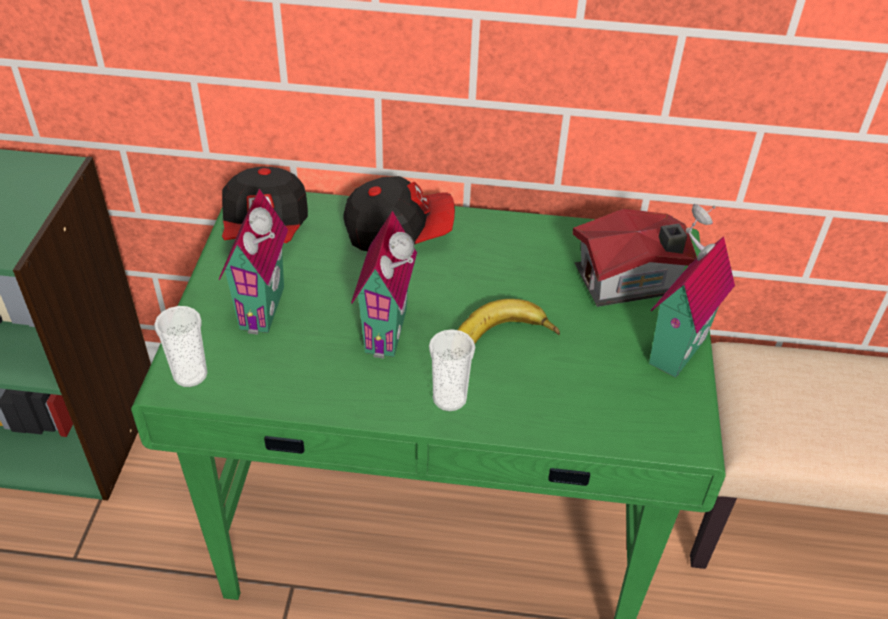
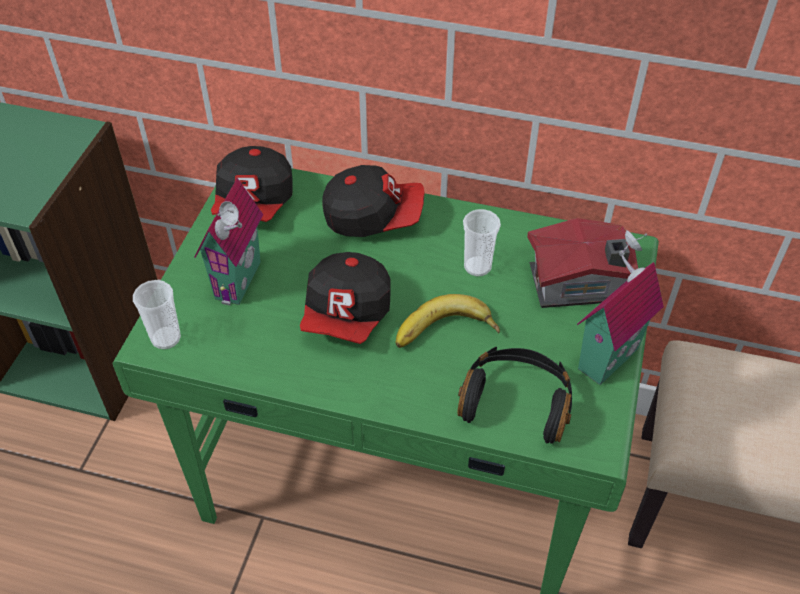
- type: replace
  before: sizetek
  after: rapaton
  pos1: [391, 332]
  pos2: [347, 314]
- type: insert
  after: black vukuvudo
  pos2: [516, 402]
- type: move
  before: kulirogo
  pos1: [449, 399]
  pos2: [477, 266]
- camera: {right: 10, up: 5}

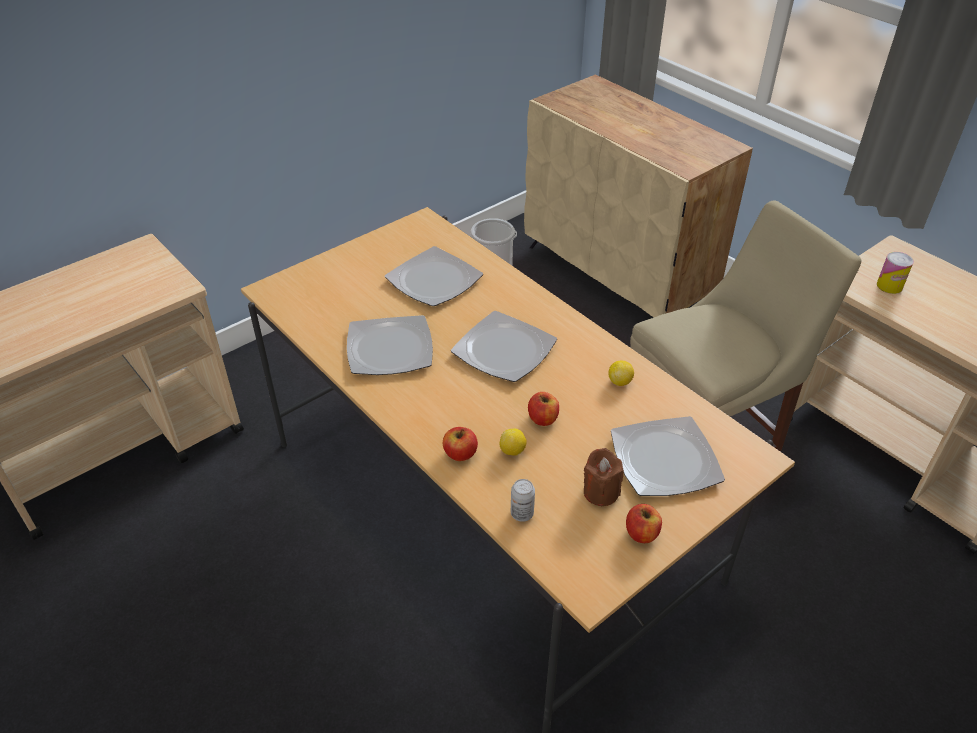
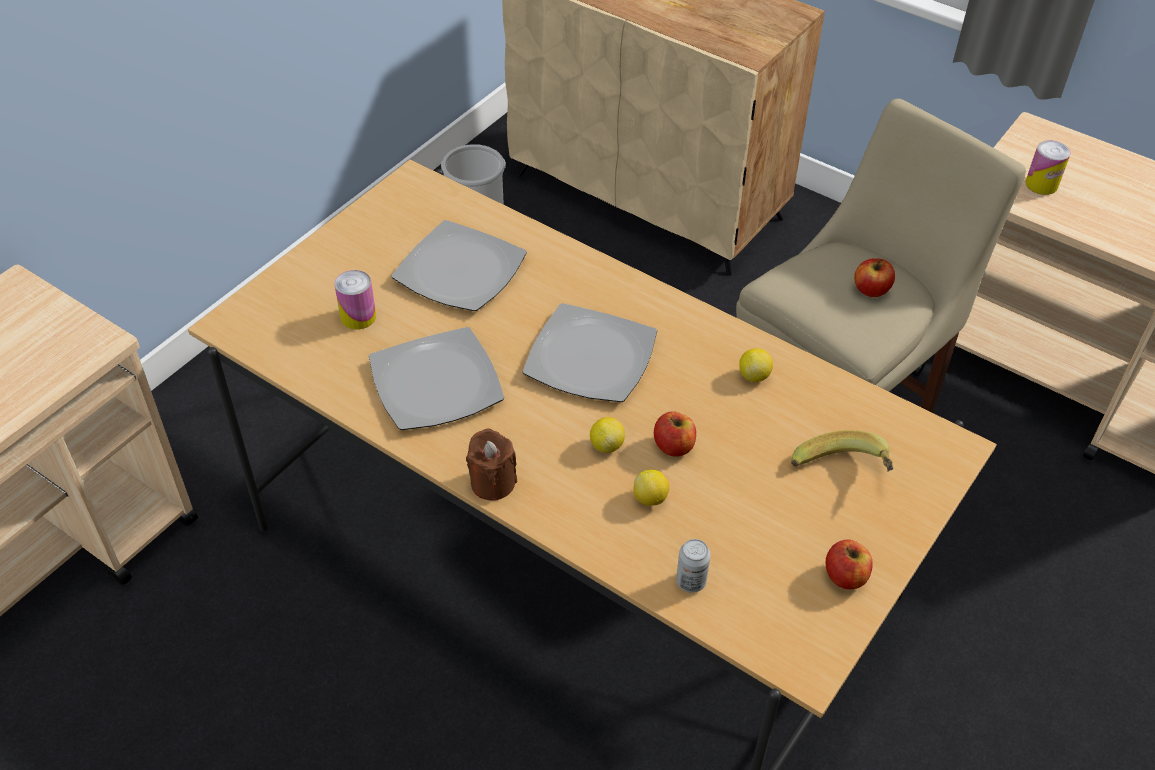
- type: insert
  after: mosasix
  pos2: [358, 317]
- type: move
  before: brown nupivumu
  pos1: [600, 492]
  pos2: [492, 483]
- type: insert
  after: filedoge
  pos2: [606, 445]
- type: replace
  before: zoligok
  after: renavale
  pos1: [664, 460]
  pos2: [842, 473]
- type: move
  before: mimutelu
  pos1: [460, 454]
  pos2: [871, 290]
- camera: {right: -15, up: 5}

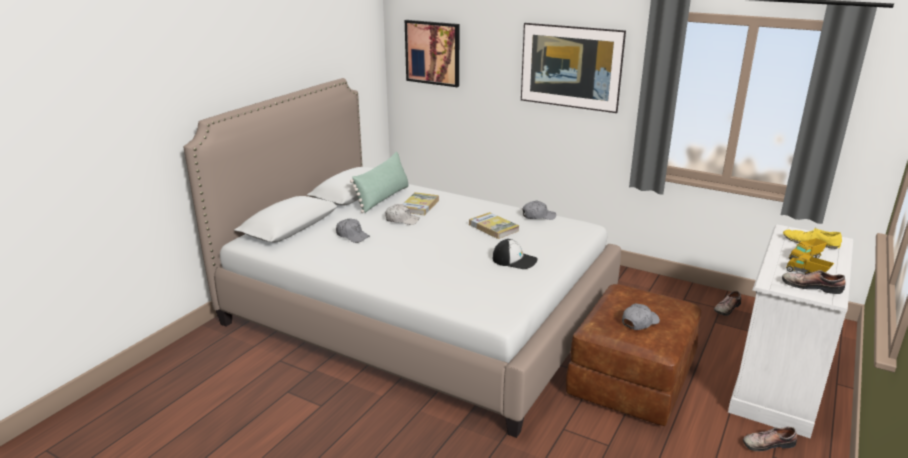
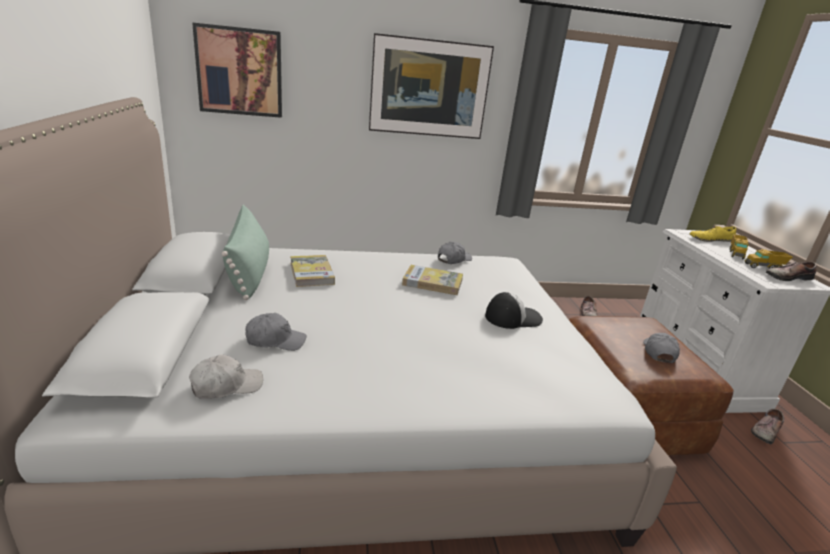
- type: move
  before: white rapaton
  pos1: [402, 220]
  pos2: [226, 385]
- camera: {right: -40, up: 0}

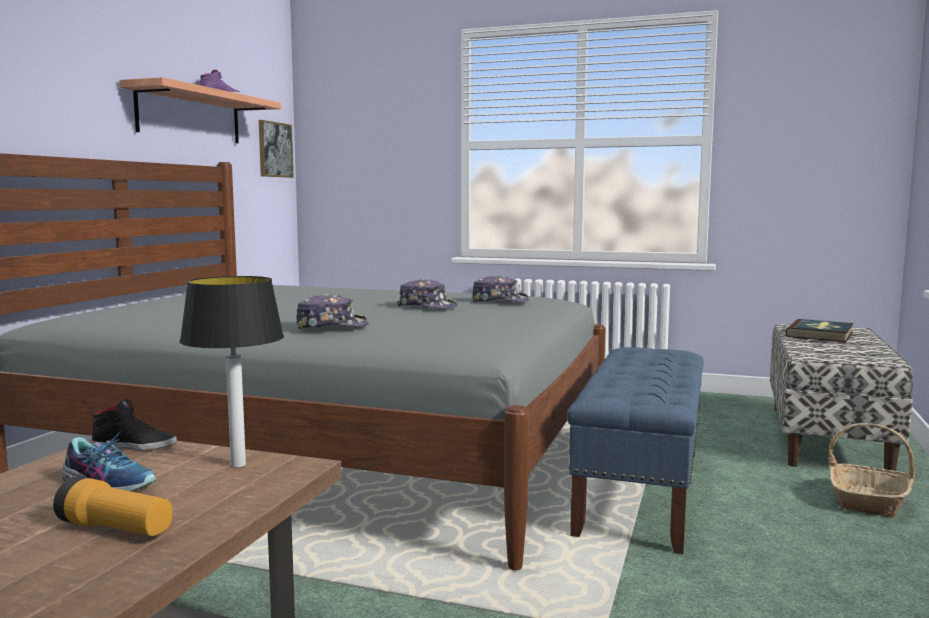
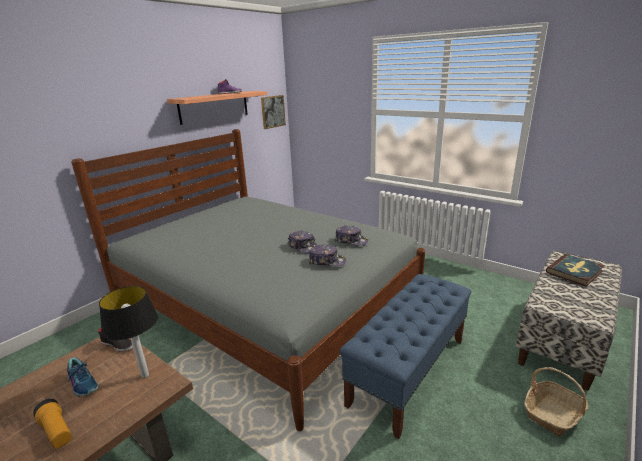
- type: move
  before: rapaton
  pos1: [332, 326]
  pos2: [327, 261]
- camera: {right: 20, up: 15}

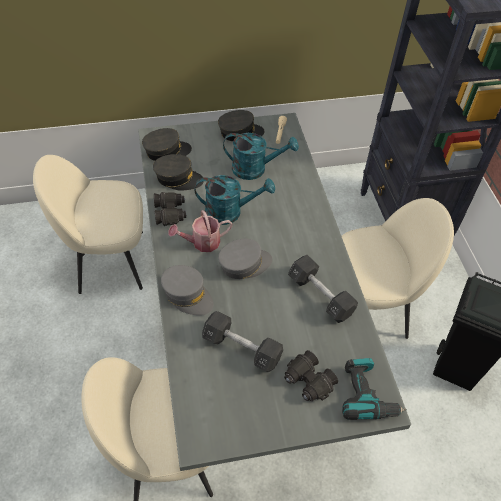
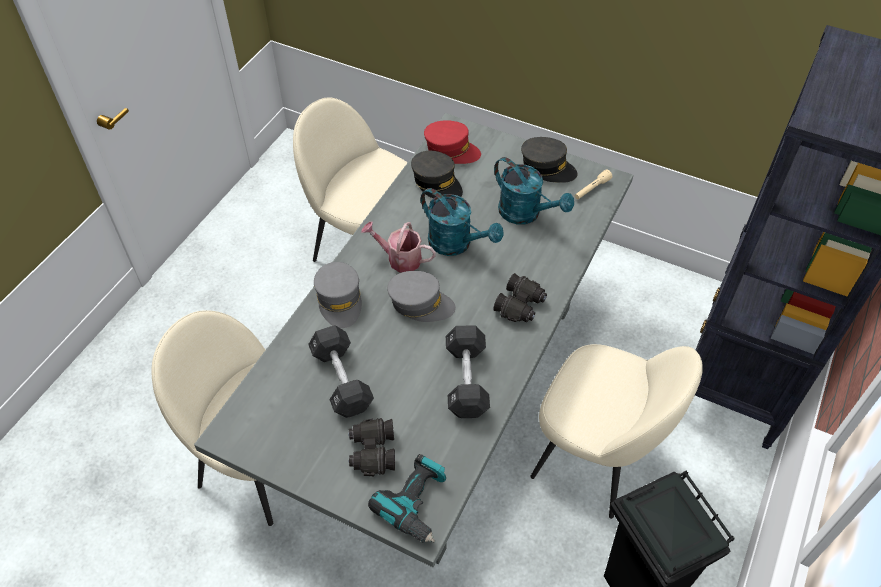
- type: recolor
  before: grey rapaton
  after: red rapaton
  pos1: [167, 151]
  pos2: [451, 149]
- type: move
  before: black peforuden
  pos1: [170, 213]
  pos2: [520, 305]
- camera: {right: 40, up: 0}

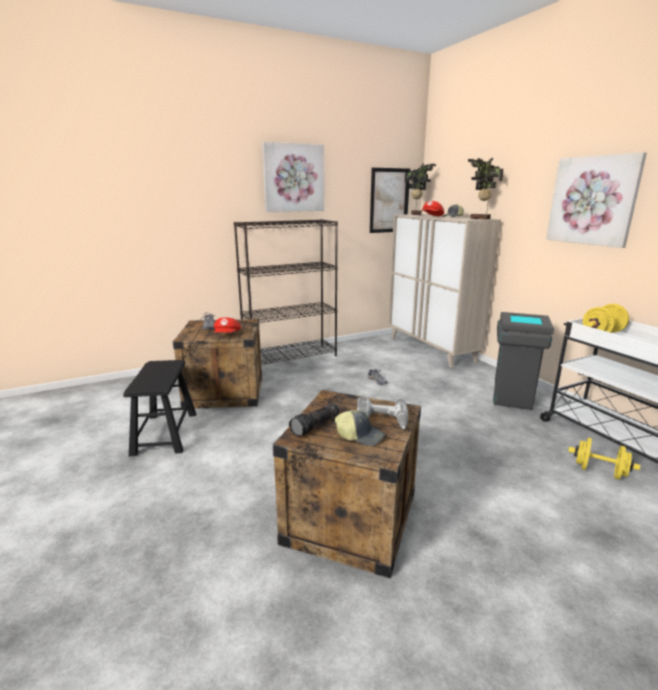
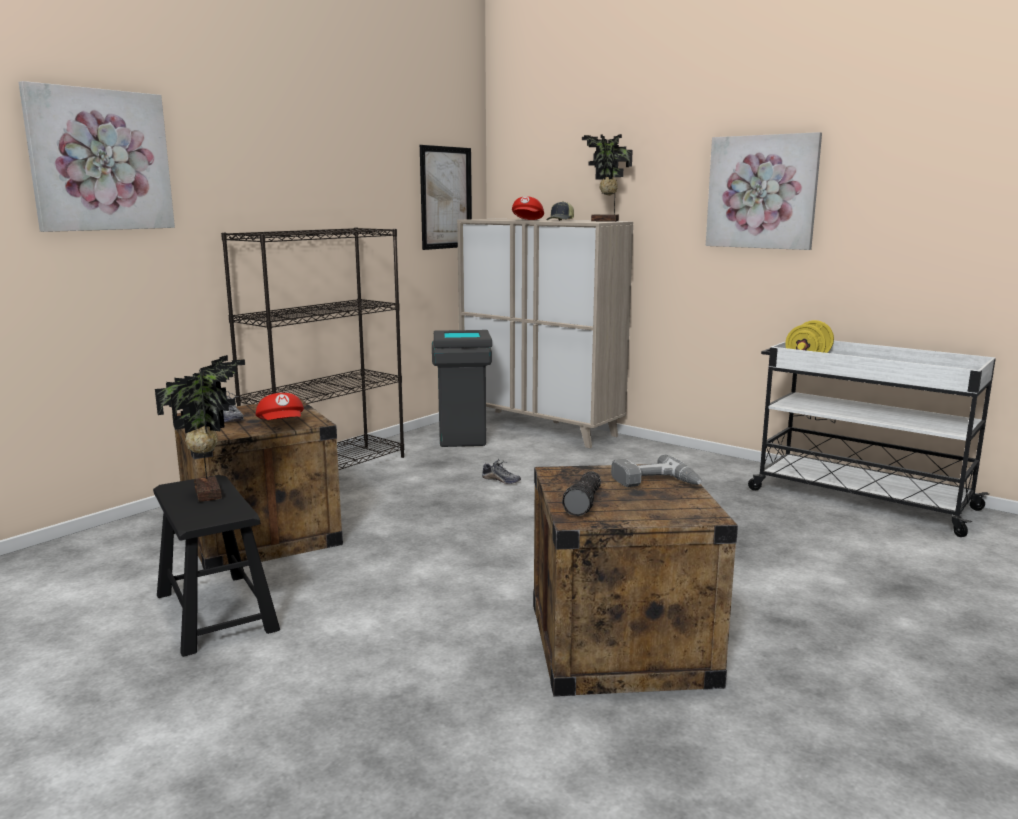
- type: move
  before: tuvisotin
  pos1: [293, 178]
  pos2: [100, 160]
- type: move
  before: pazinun
  pos1: [417, 214]
  pos2: [211, 493]
- type: move
  before: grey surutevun
  pos1: [511, 399]
  pos2: [462, 440]
- type: delete
  before: rapaton
  pos1: [360, 435]
- type: delete
  before: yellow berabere
  pos1: [599, 471]
- camera: {right: -25, up: -5}

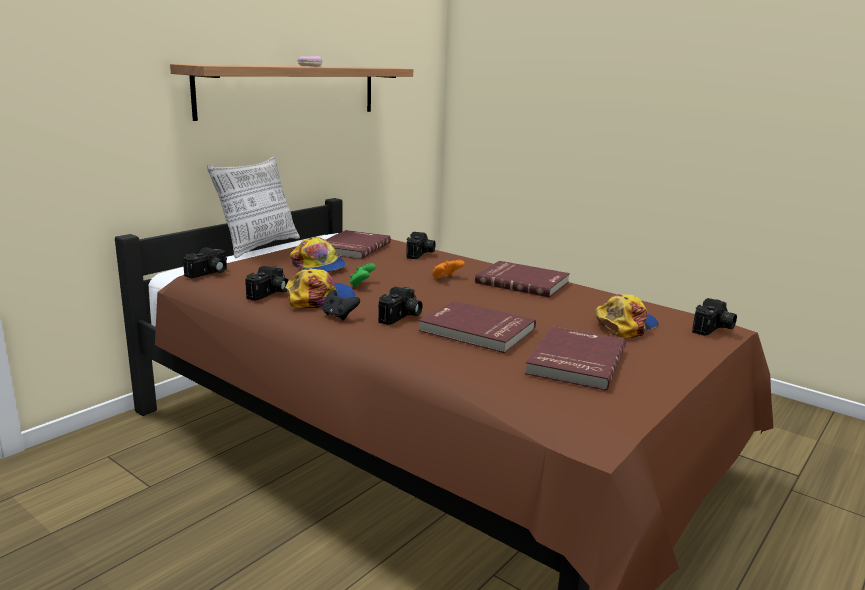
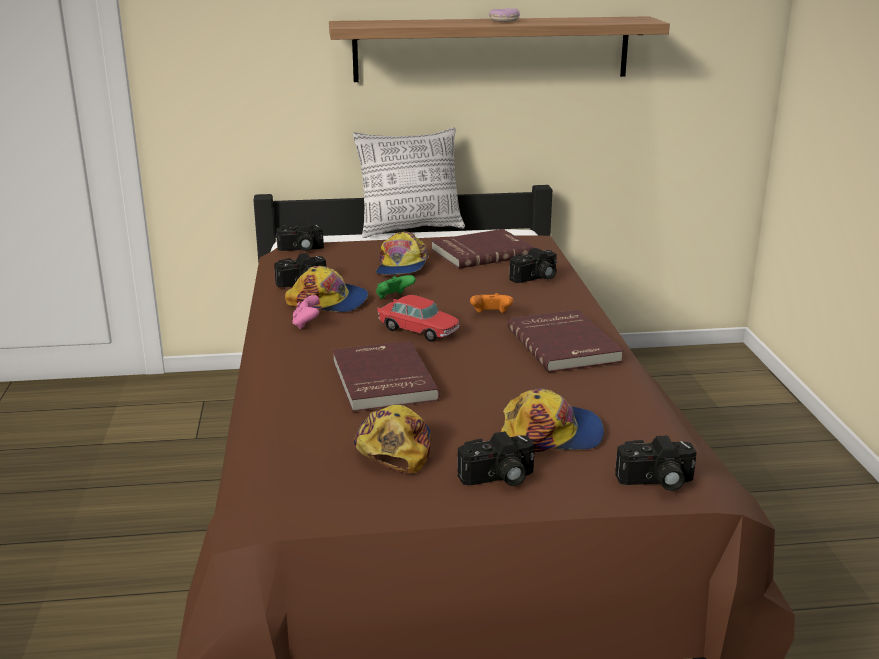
- type: recolor
  before: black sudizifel
  after: pink sudizifel
  pos1: [339, 316]
  pos2: [306, 324]
- type: replace
  before: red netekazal
  after: rapaton
  pos1: [574, 361]
  pos2: [394, 446]
- type: insert
  after: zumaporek
  pos2: [418, 330]
- type: move
  before: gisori
  pos1: [401, 317]
  pos2: [498, 478]
- camera: {right: 45, up: 5}

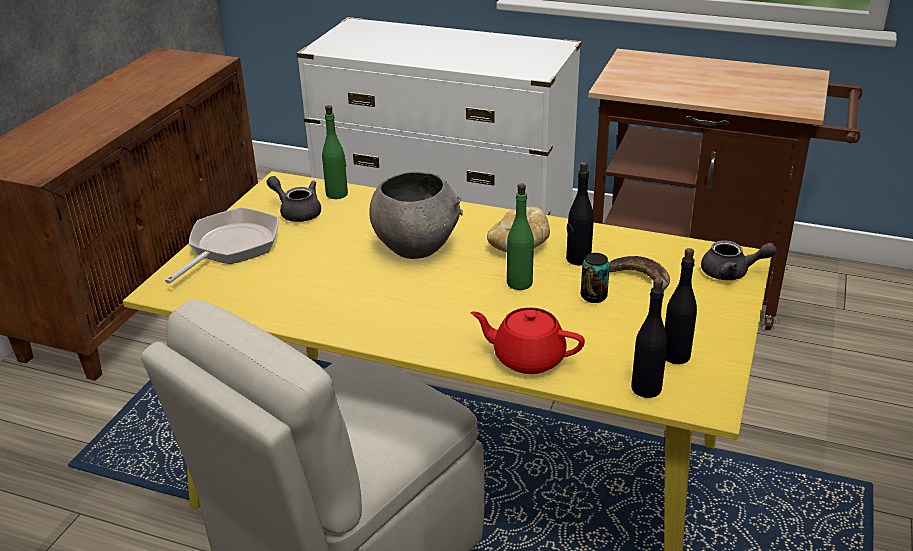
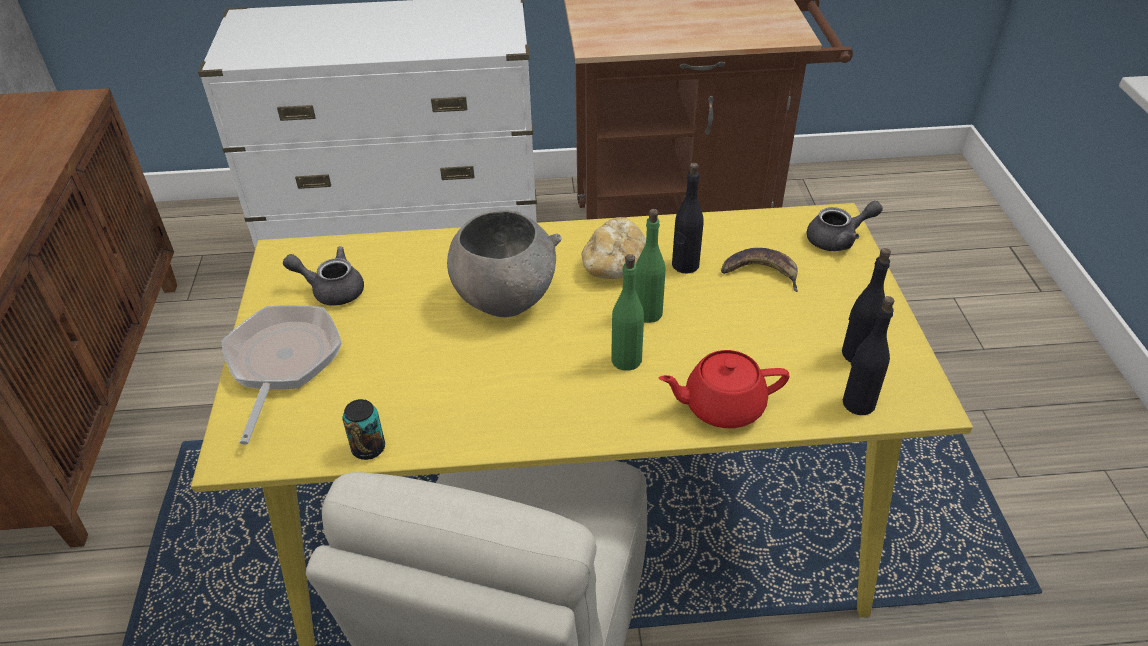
- type: move
  before: mosasix
  pos1: [593, 296]
  pos2: [368, 448]
- type: move
  before: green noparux
  pos1: [337, 194]
  pos2: [626, 360]
- camera: {right: -25, up: 10}

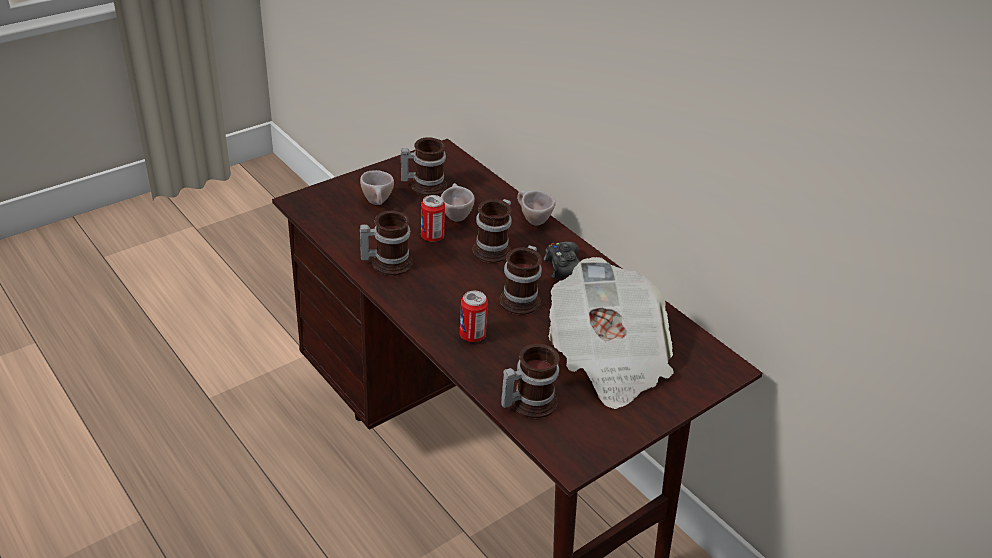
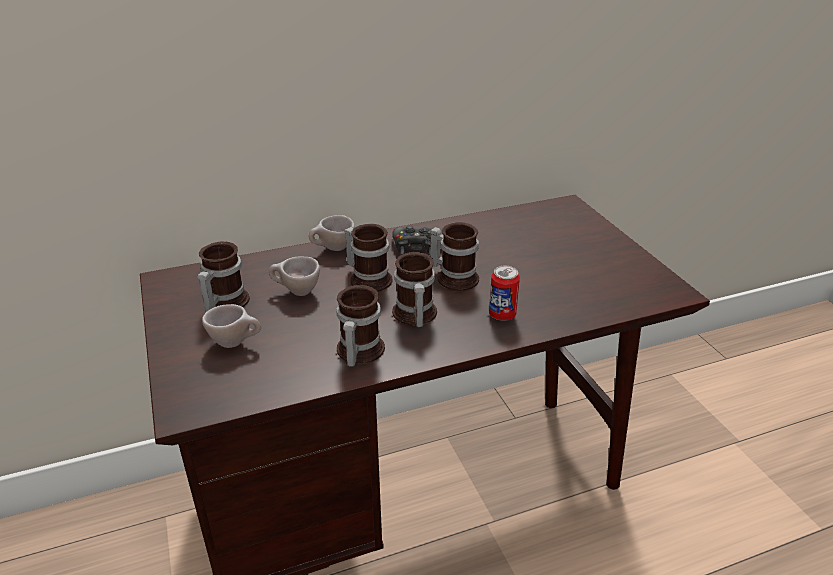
- type: move
  before: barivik
  pos1: [528, 401]
  pos2: [413, 315]
- type: delete
  before: mosasix
  pos1: [432, 237]
- type: delete
  before: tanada
  pos1: [607, 359]
- camera: {right: -70, up: -5}

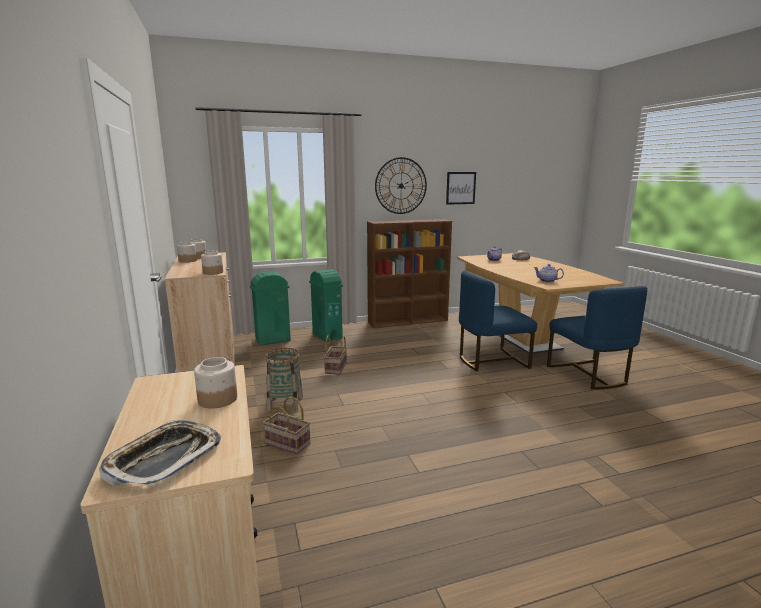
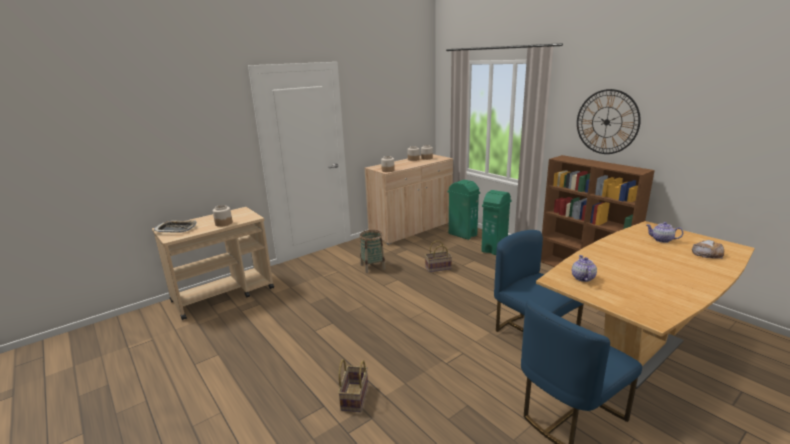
- type: move
  before: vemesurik
  pos1: [286, 443]
  pos2: [354, 396]
- type: delete
  before: tuvisotin
  pos1: [460, 188]
- camera: {right: 70, up: 5}

